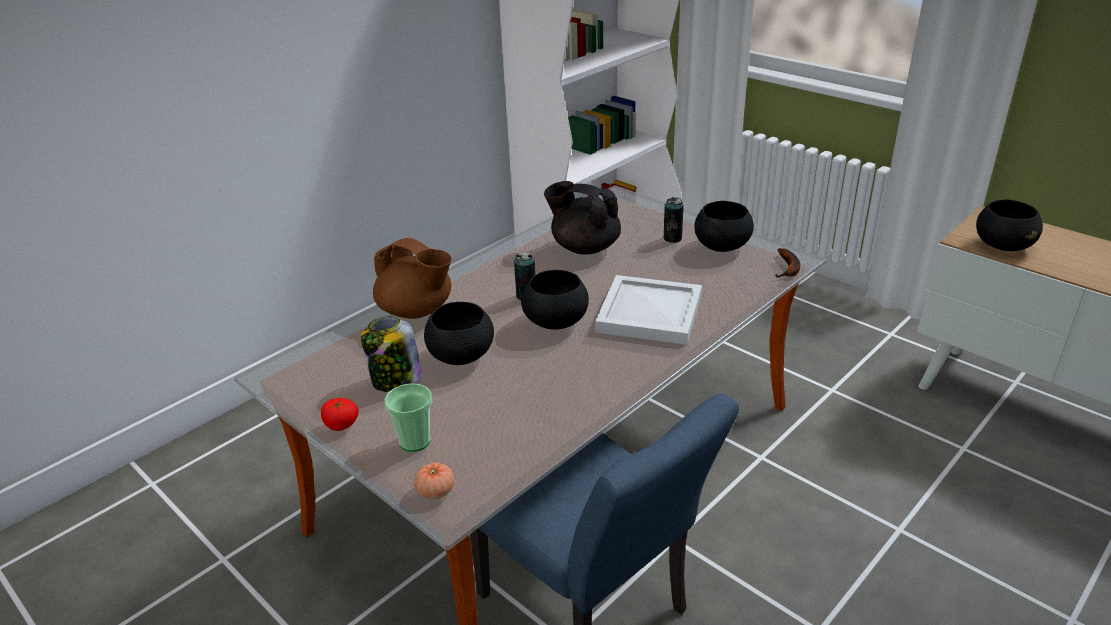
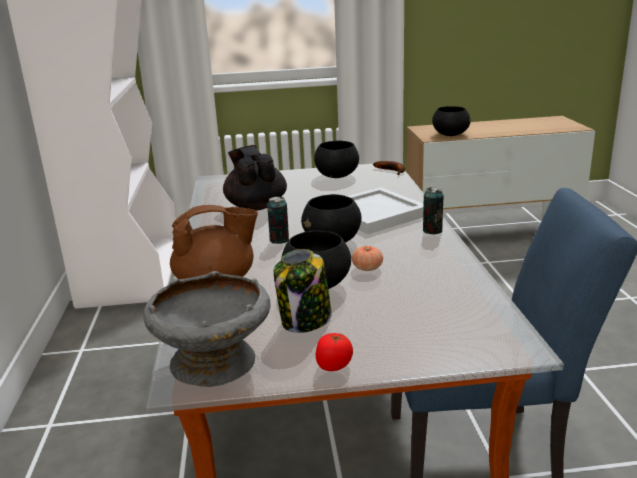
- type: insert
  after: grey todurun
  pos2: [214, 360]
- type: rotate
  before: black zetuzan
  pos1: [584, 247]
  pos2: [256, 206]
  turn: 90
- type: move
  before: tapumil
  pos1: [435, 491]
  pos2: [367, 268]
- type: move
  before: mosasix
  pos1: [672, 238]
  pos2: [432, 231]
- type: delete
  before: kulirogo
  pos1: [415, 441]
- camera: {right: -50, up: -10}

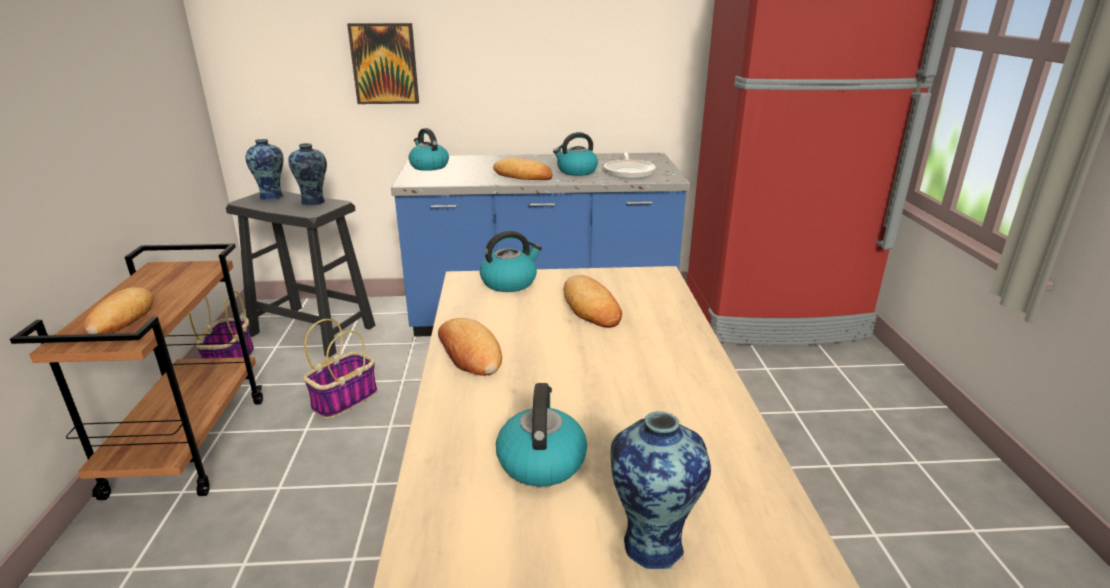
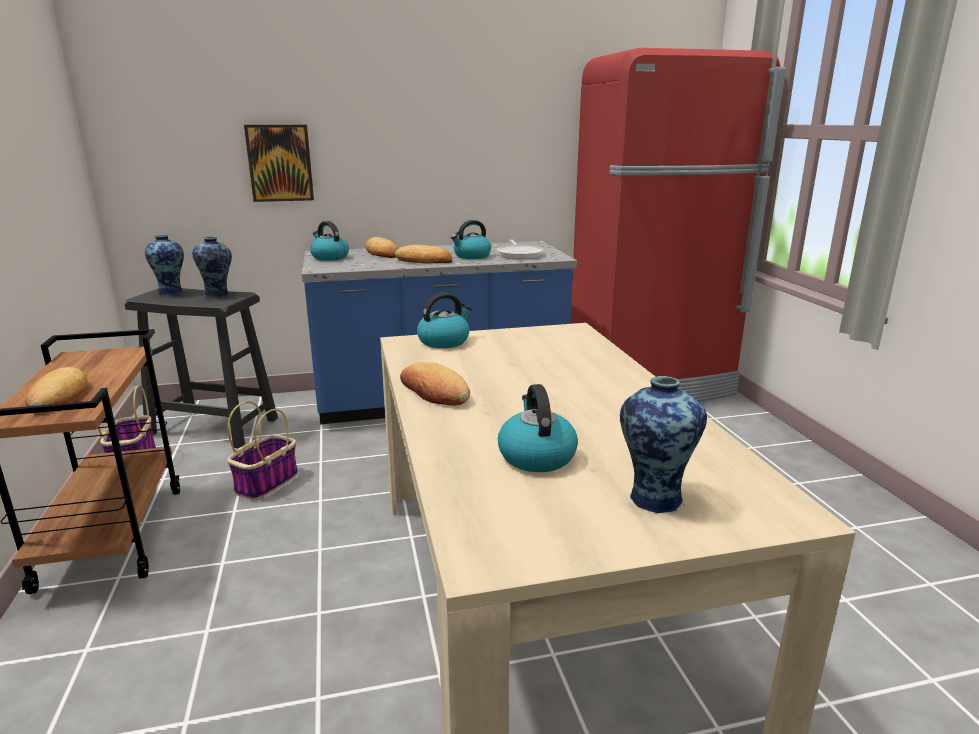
- type: move
  before: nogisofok
  pos1: [591, 307]
  pos2: [382, 253]
- camera: {right: -10, up: -5}

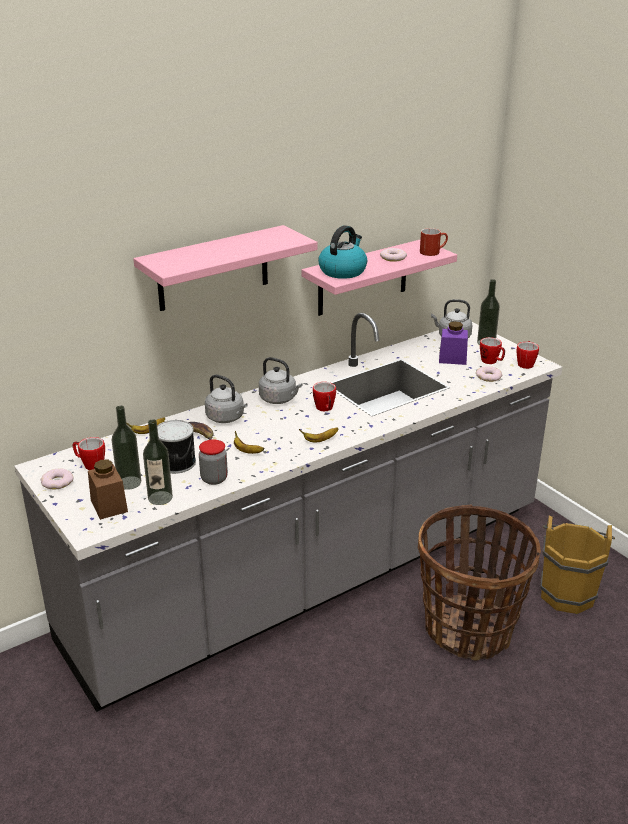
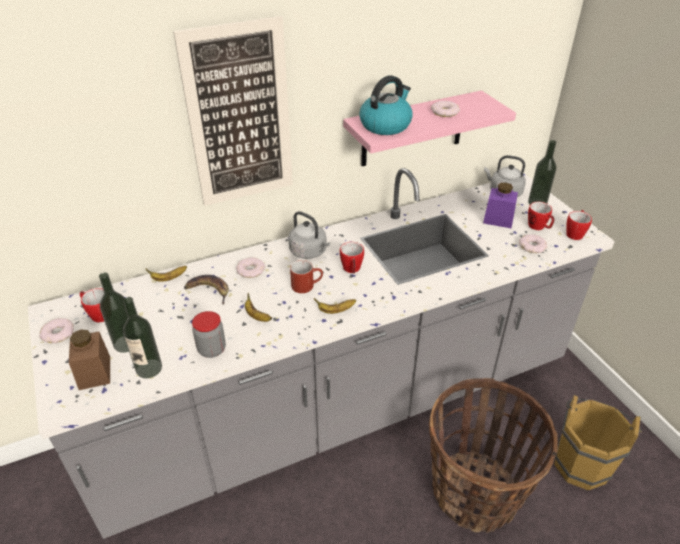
- type: replace
  before: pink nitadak
  after: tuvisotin
  pos1: [213, 269]
  pos2: [239, 116]
- type: replace
  before: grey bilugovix
  after: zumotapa
  pos1: [226, 418]
  pos2: [250, 270]
- type: move
  before: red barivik
  pos1: [433, 252]
  pos2: [307, 285]
- type: delete
  before: mosasix
  pos1: [177, 462]
- camera: {right: 10, up: 10}

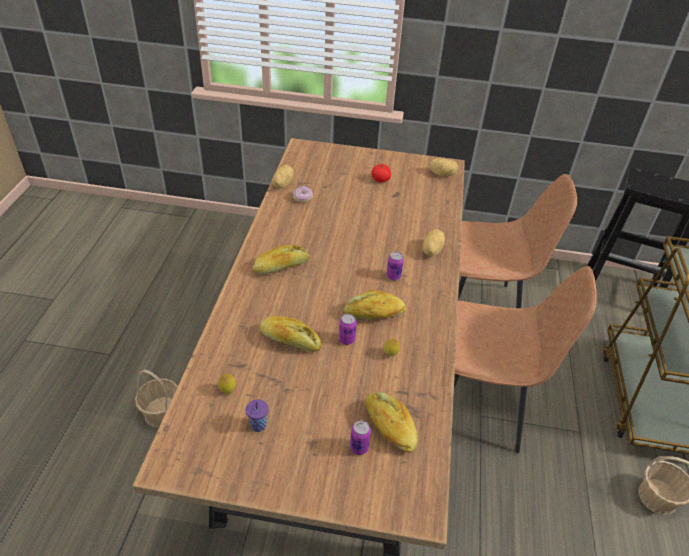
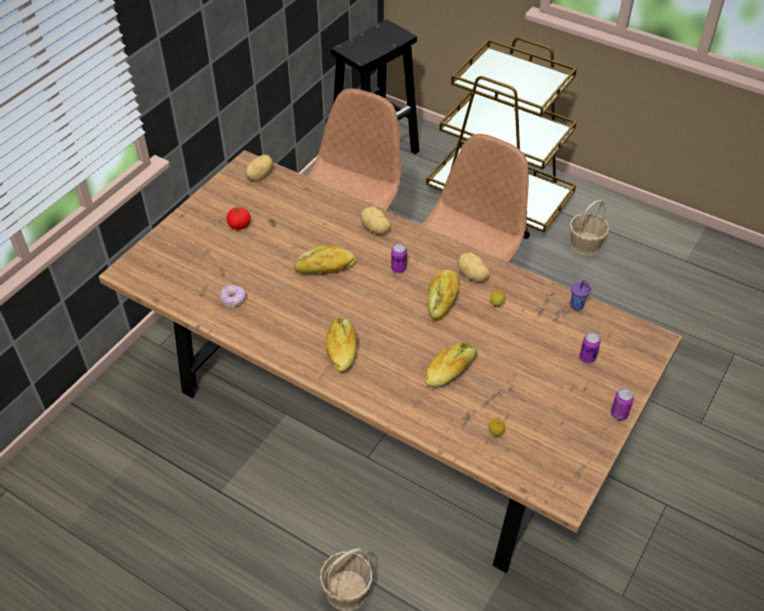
- type: move
  before: nogisofok
  pos1: [389, 427]
  pos2: [325, 268]
- type: move
  before: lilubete
  pos1: [282, 184]
  pos2: [472, 275]
- type: move
  before: purple kulirogo
  pos1: [258, 426]
  pos2: [577, 306]
- type: move
  before: mosasix
  pos1: [346, 339]
  pos2: [619, 414]
- camera: {right: -65, up: 5}

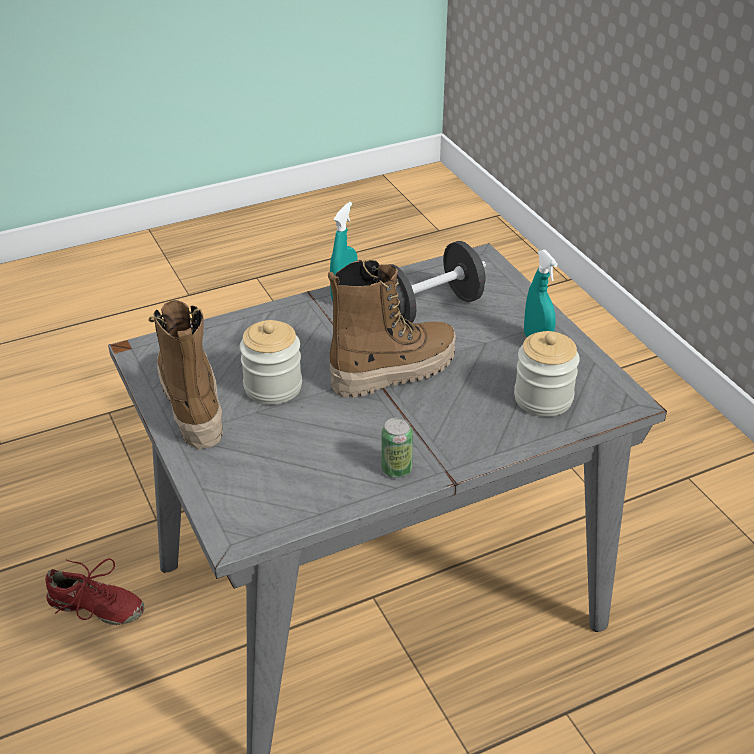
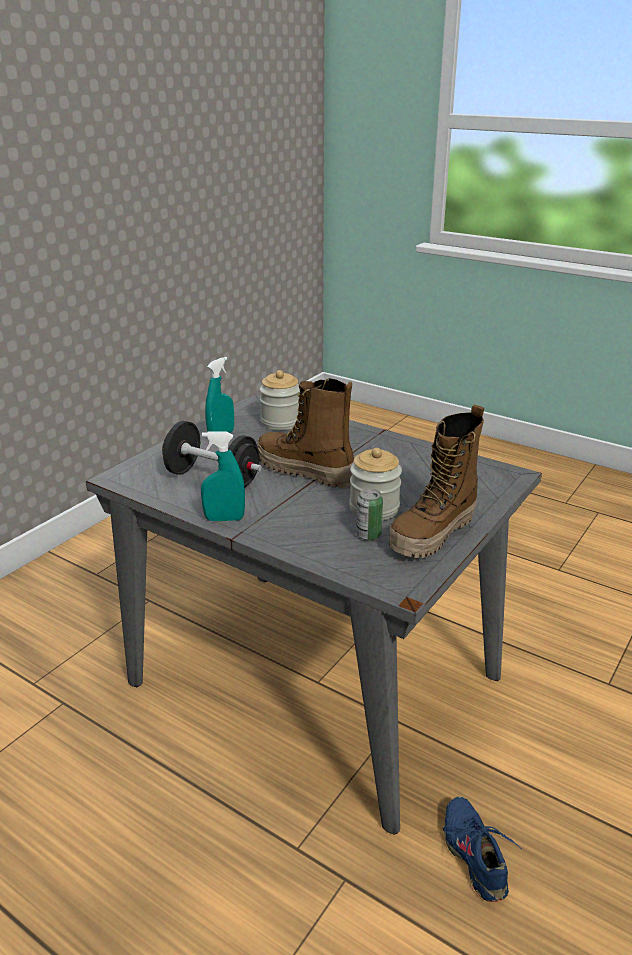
- type: move
  before: mosasix
  pos1: [396, 469]
  pos2: [368, 535]
- type: recolor
  before: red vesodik
  after: blue vesodik
  pos1: [96, 608]
  pos2: [475, 854]
- camera: {right: -120, up: -10}

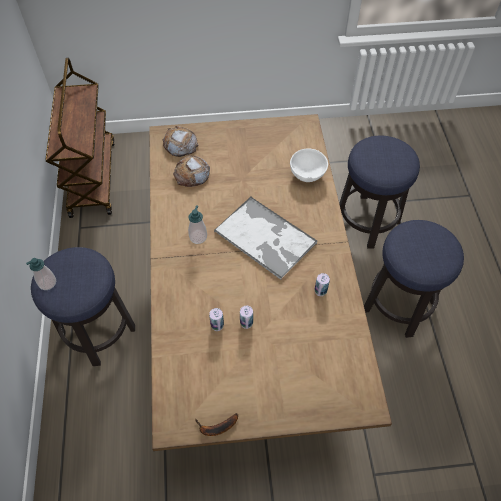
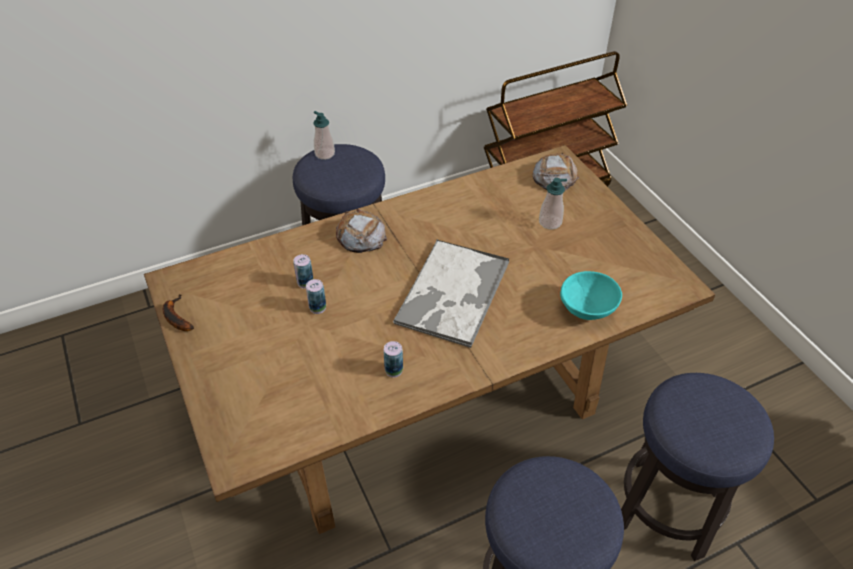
- type: move
  before: nogisofok
  pos1: [192, 174]
  pos2: [360, 236]
- type: move
  before: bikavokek
  pos1: [198, 237]
  pos2: [550, 222]
- type: recolor
  before: white todurun
  after: turquoise todurun
  pos1: [308, 174]
  pos2: [587, 310]
- camera: {right: 70, up: -10}

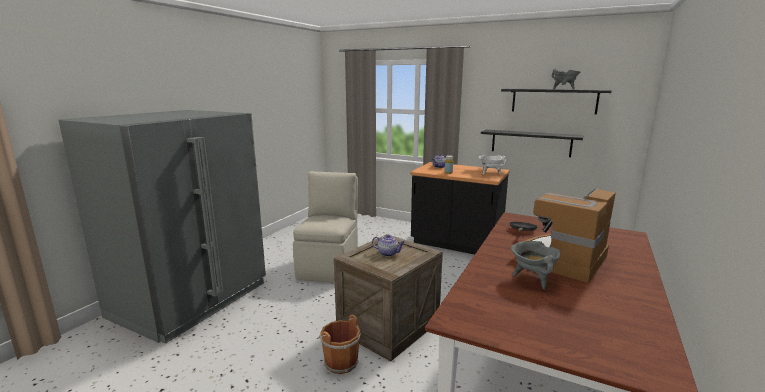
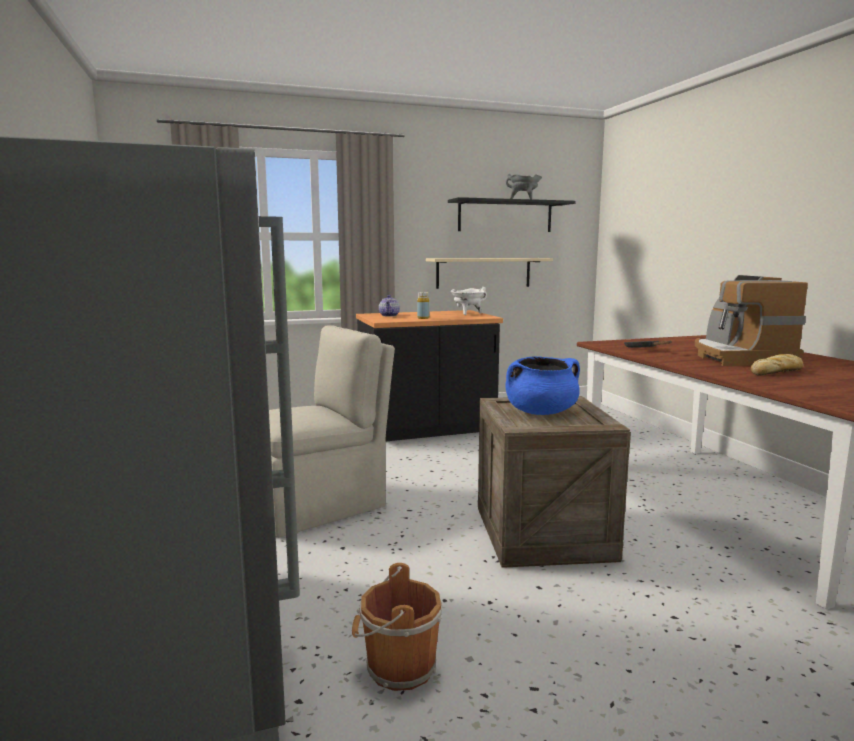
- type: rotate
  before: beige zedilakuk
  pos1: [329, 266]
  pos2: [318, 506]
  turn: 90
- type: move
  before: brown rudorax
  pos1: [339, 362]
  pos2: [397, 668]
- type: recolor
  before: black nitadak
  after: beige nitadak
  pos1: [530, 143]
  pos2: [483, 272]
- type: replace
  before: zetuzan
  after: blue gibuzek
  pos1: [388, 253]
  pos2: [541, 412]
- type: replace
  before: grey gibuzek
  after: nogisofok
  pos1: [532, 280]
  pos2: [777, 372]
- camera: {right: -45, up: -5}

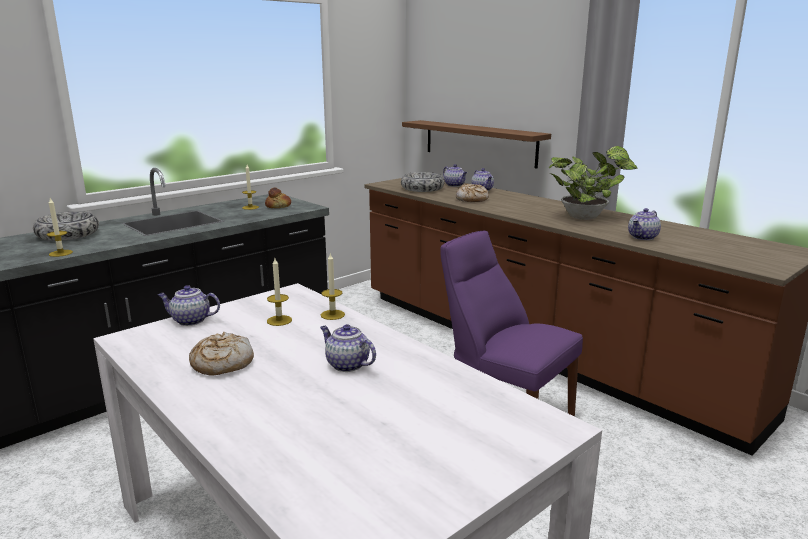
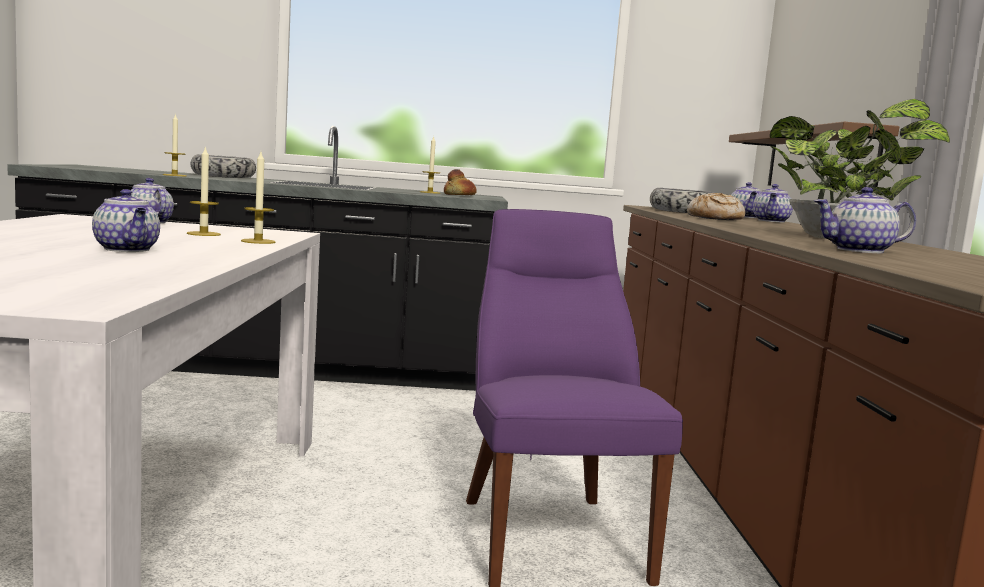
- type: rotate
  before: zetuzan
  pos1: [346, 365]
  pos2: [128, 250]
  turn: 150
- type: delete
  before: nogisofok
  pos1: [221, 363]
- camera: {right: 40, up: -10}

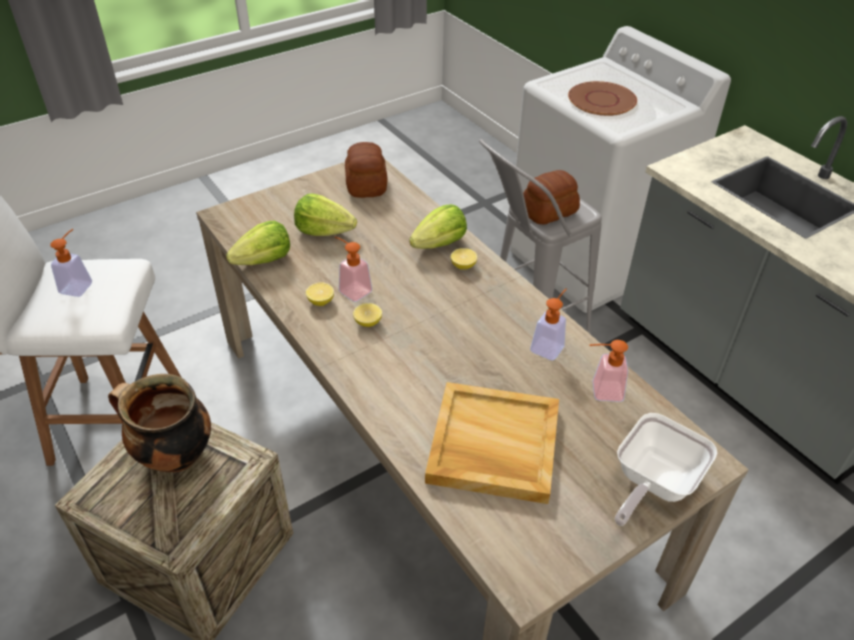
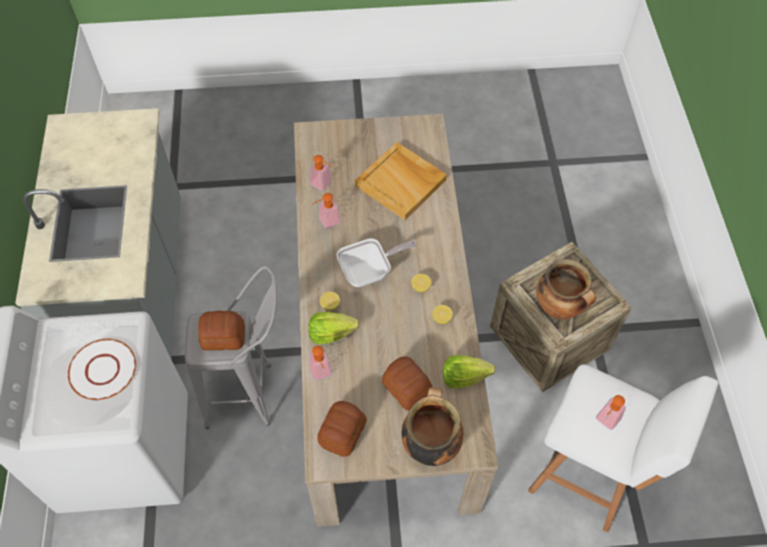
- type: recolor
  before: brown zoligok
  after: white zoligok
  pos1: [601, 100]
  pos2: [103, 370]
- type: move
  before: bikavokek
  pos1: [351, 289]
  pos2: [322, 374]
- type: move
  before: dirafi
  pos1: [652, 483]
  pos2: [370, 271]
- type: replace
  before: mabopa
  after: nogisofok
  pos1: [324, 231]
  pos2: [406, 389]
- type: insert
  after: gibuzek
  pos2: [430, 444]
- camera: {right: -150, up: 15}

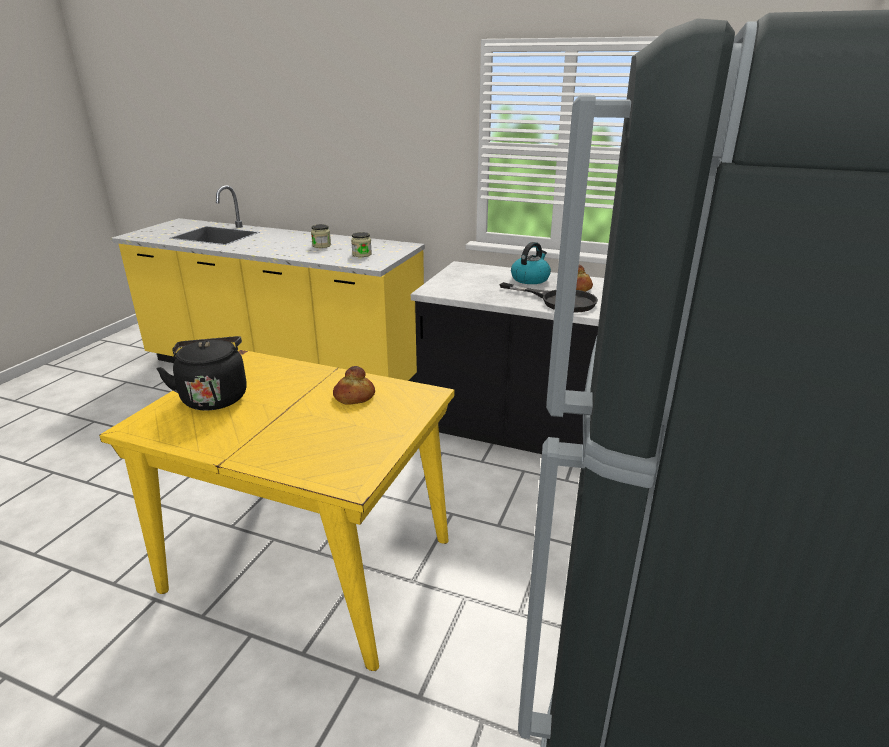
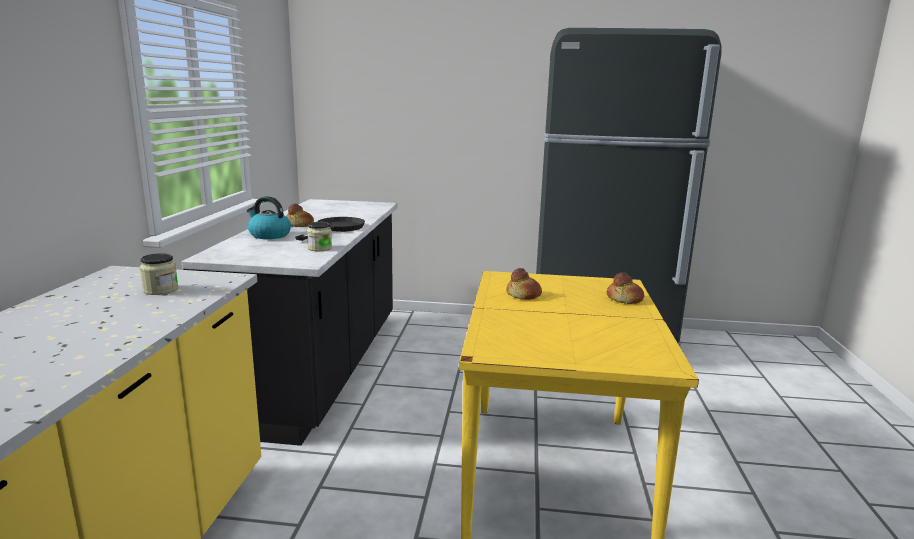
- type: move
  before: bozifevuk
  pos1: [321, 245]
  pos2: [320, 248]
- type: insert
  after: nogisofok
  pos2: [625, 299]
- type: delete
  before: black bilugovix
  pos1: [214, 397]
- camera: {right: -105, up: -10}

